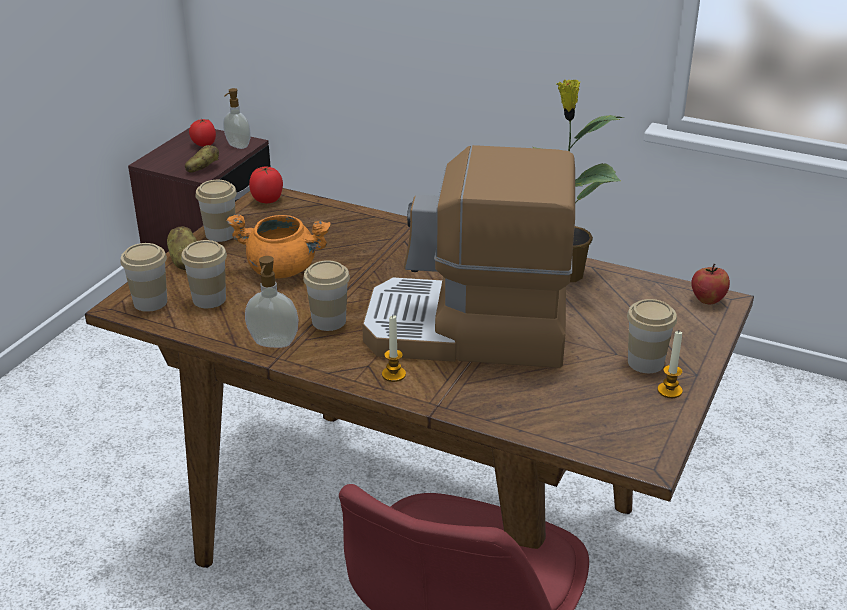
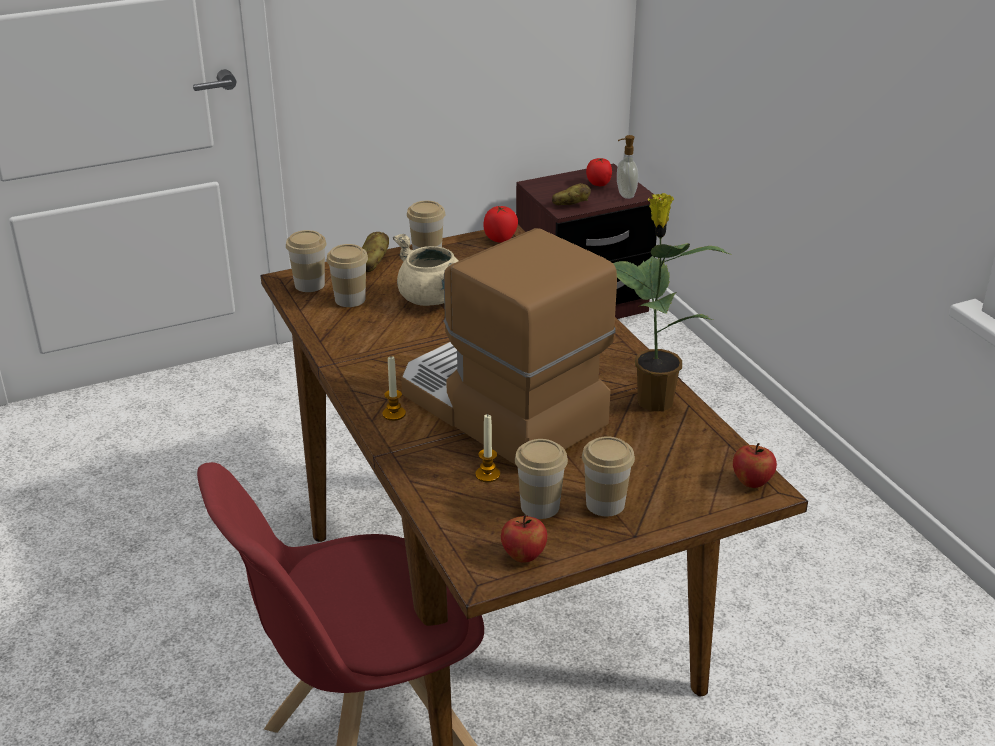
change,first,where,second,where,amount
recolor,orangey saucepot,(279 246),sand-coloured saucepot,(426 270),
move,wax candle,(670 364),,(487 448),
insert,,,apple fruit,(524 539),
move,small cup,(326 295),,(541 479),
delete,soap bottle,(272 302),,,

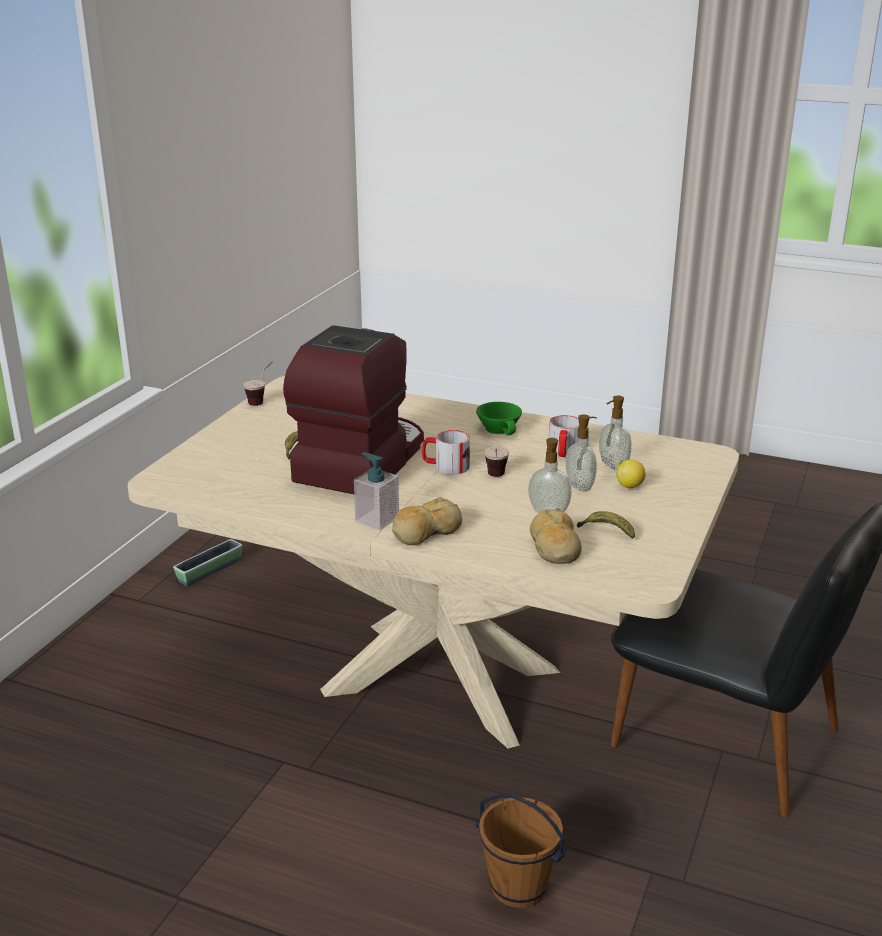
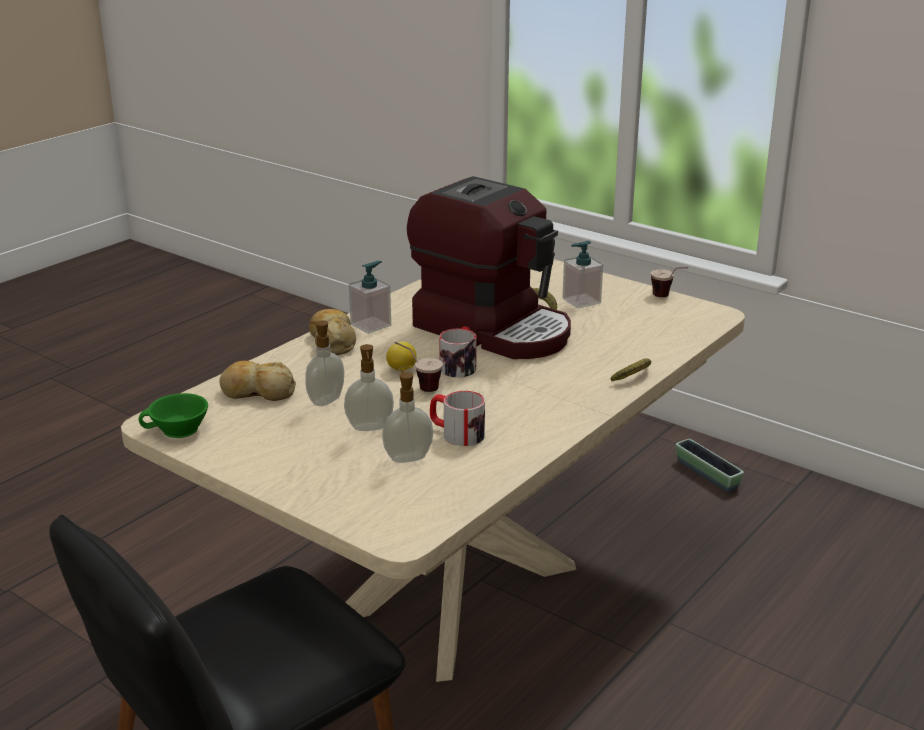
change,first,where,second,where,amount
move,green small cup,(499 419),,(173 415),
move,lemon,(631 474),,(401 356),
insert,,,soap bottle,(582 275),
move,banana fruit,(606 525),,(630 369),
delete,brownish bucket,(521 850),,,

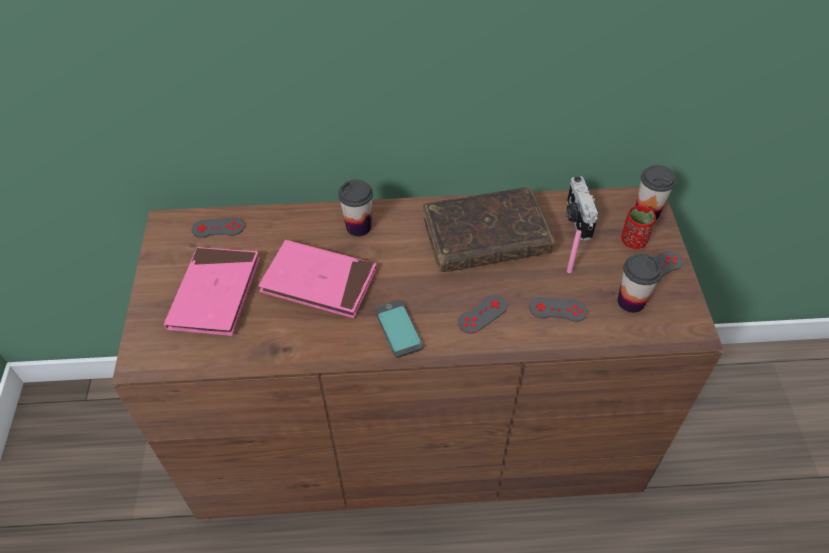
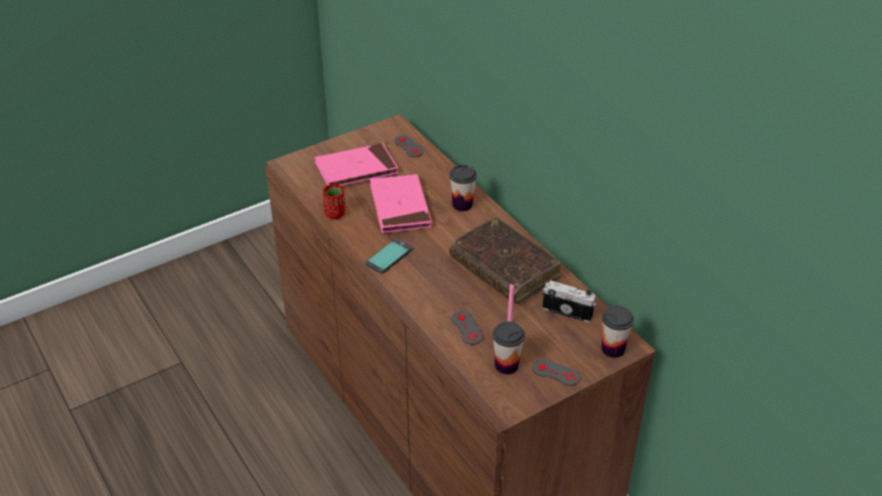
change,first,where,second,where,amount
move,red-coloured small cup,(638 227),,(334 201),
rotate,still camera,(582 208),,(569 301),60 degrees clockwise
delete,grey gamepad,(482 314),,,

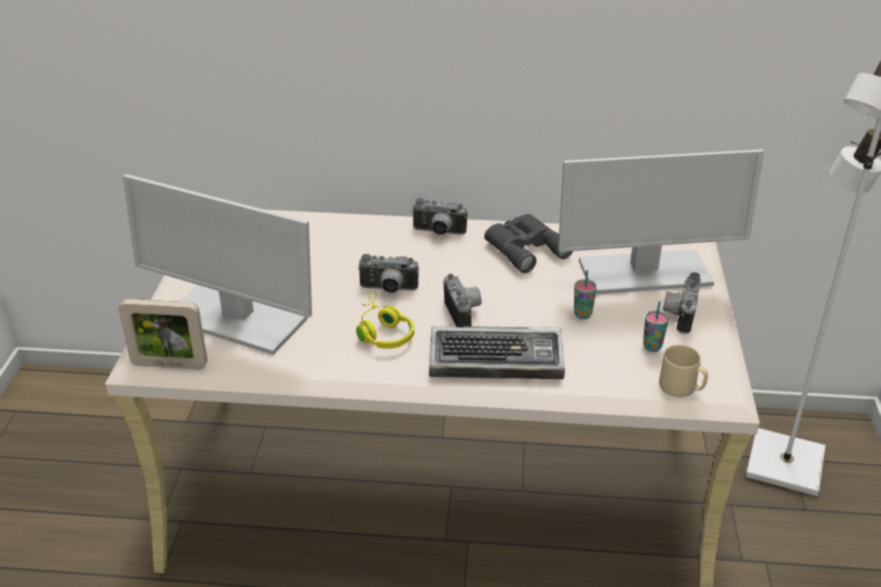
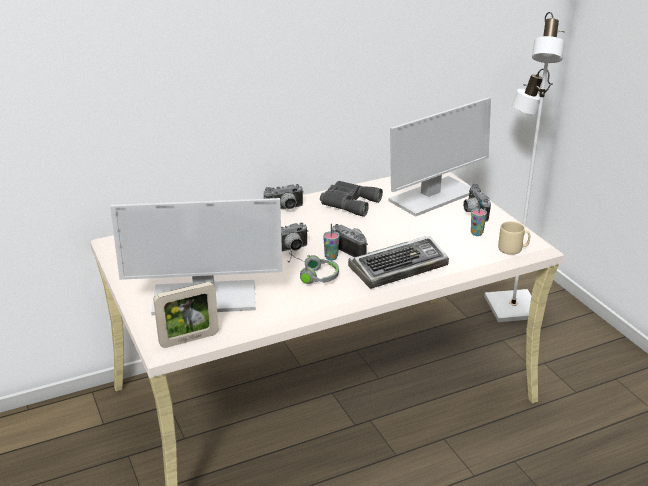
change,first,where,second,where,amount
recolor,yellowish headphones,(385 320),grey headphones,(313 267),
move,small cup,(585 294),,(331 241),

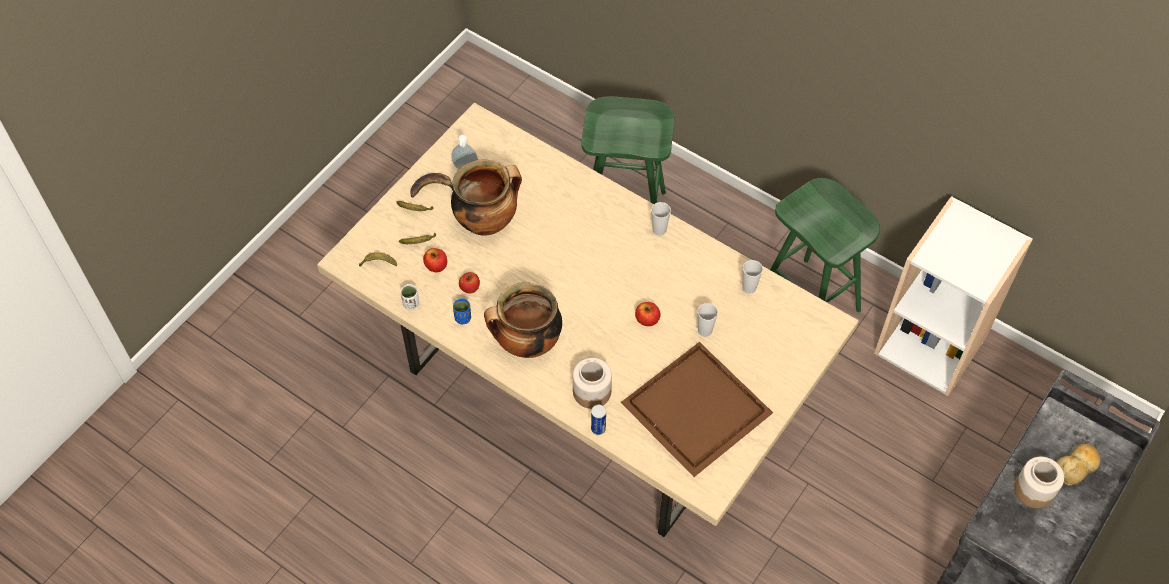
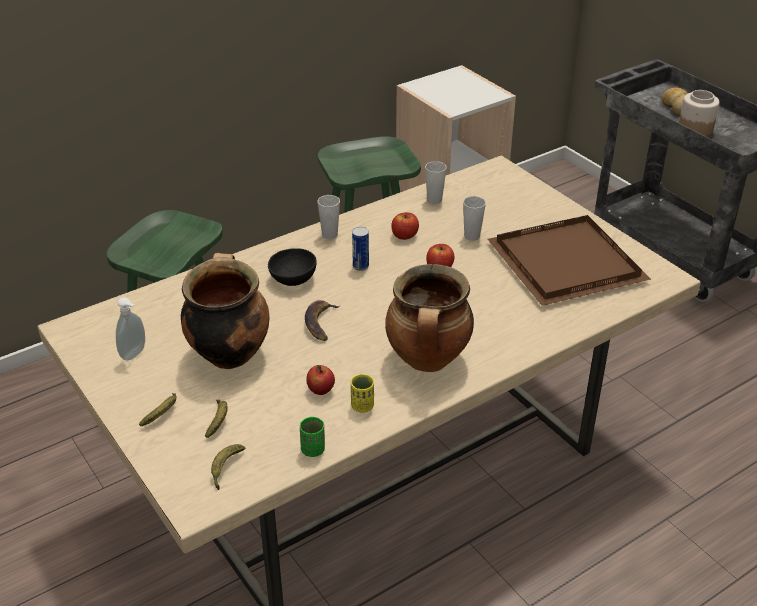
change,first,where,second,where,amount
insert,,,blackish deep dish,(292 267),
recolor,white small cup,(409 297),green small cup,(312 437),
move,banana fruit,(431 185),,(322 320),
recolor,blue small cup,(462 311),yellowish small cup,(362 393),
move,sealed can,(598 420),,(360 249),
move,apple fruit,(435 260),,(405 226),
delete,storage jar,(592 383),,,

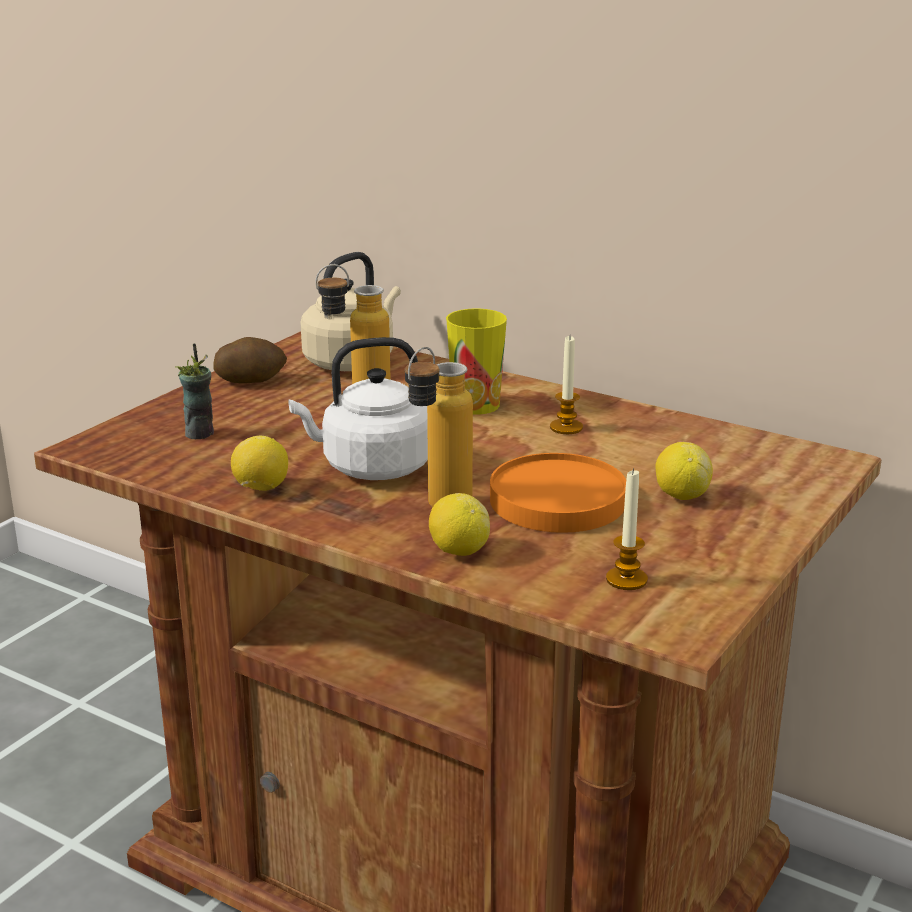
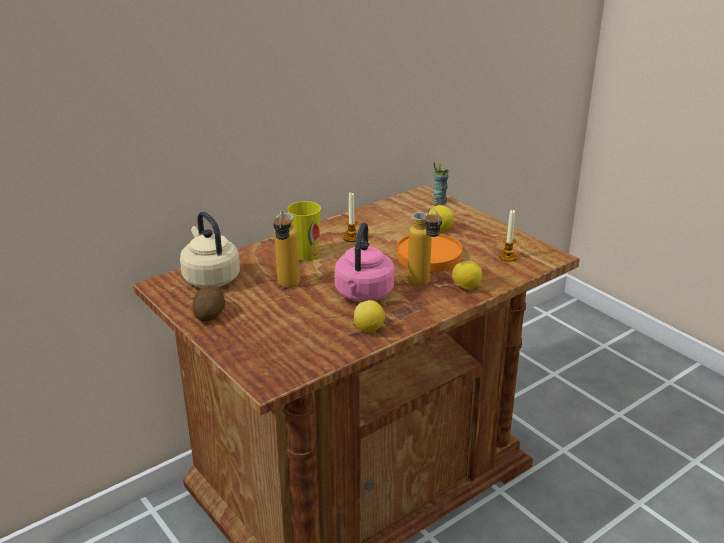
change,first,where,second,where,amount
recolor,white tea kettle,(358 408),pinkish tea kettle,(364 262),
move,small cup,(195 391),,(441 183),

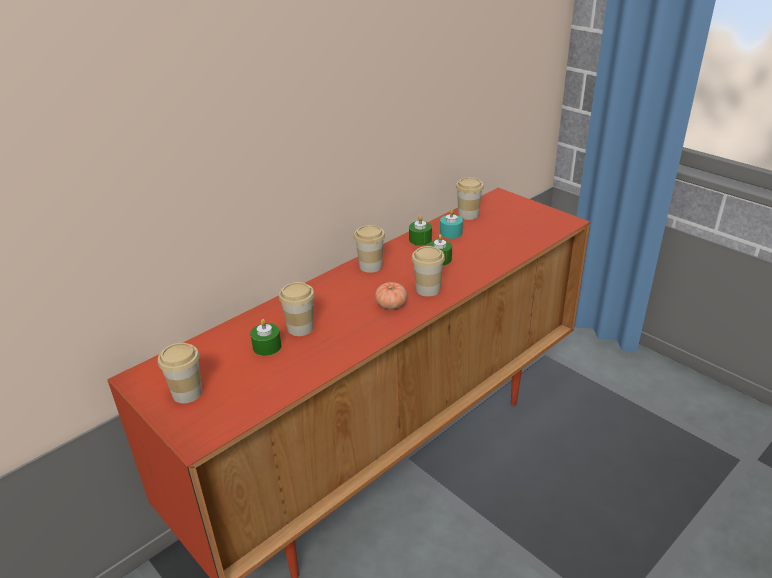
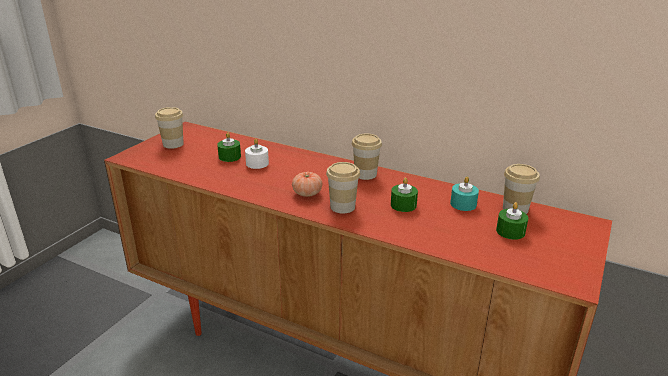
change,first,where,second,where,amount
replace,small cup,(297 309),white wax candle,(257 154),
move,green wax candle,(420 230),,(512 221),

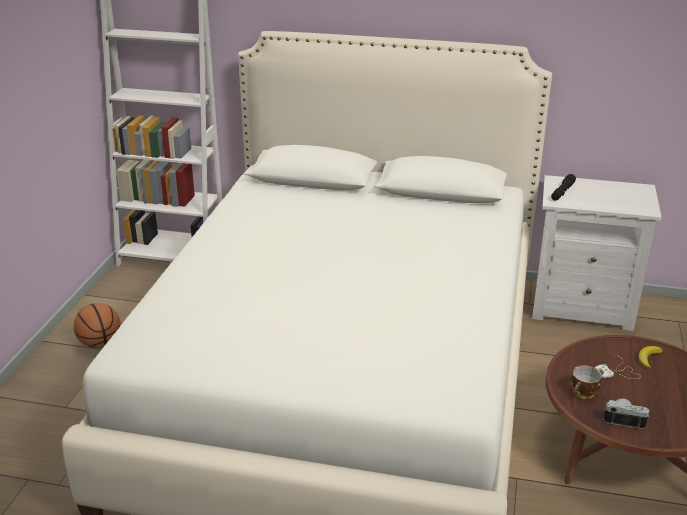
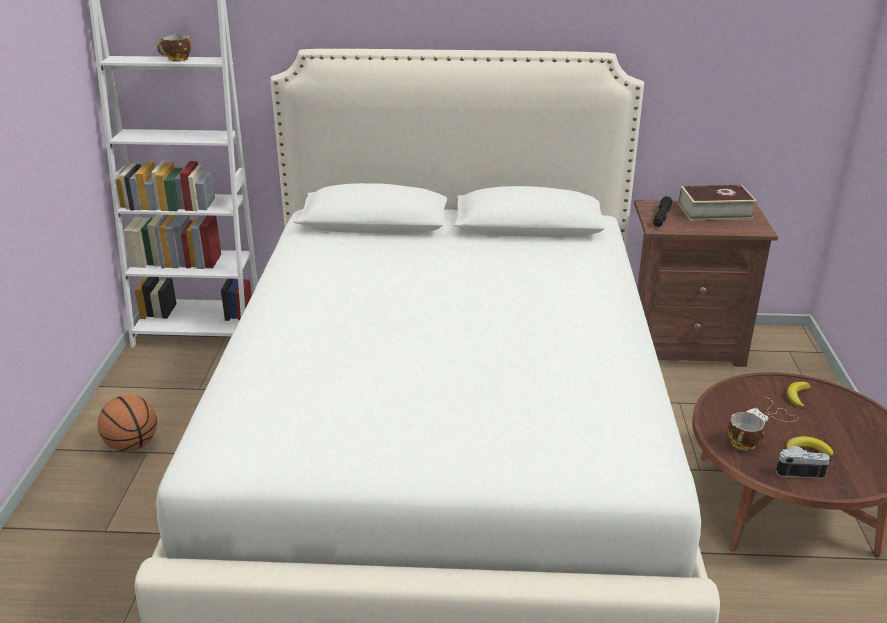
change,first,where,second,where,amount
insert,,,small cup,(174 48),
recolor,white night table,(597 253),brownish night table,(706 283),
insert,,,book,(717 203),
insert,,,banana fruit,(810 447),

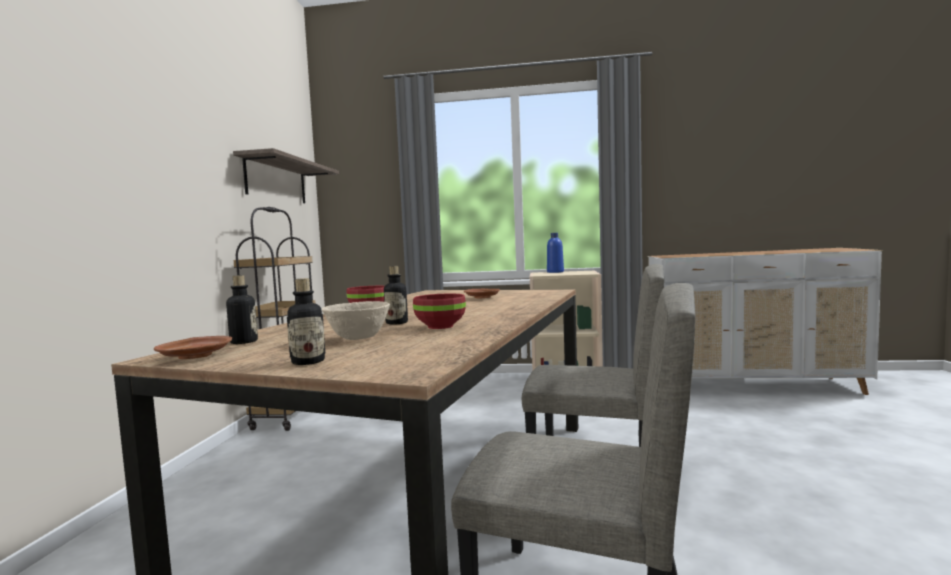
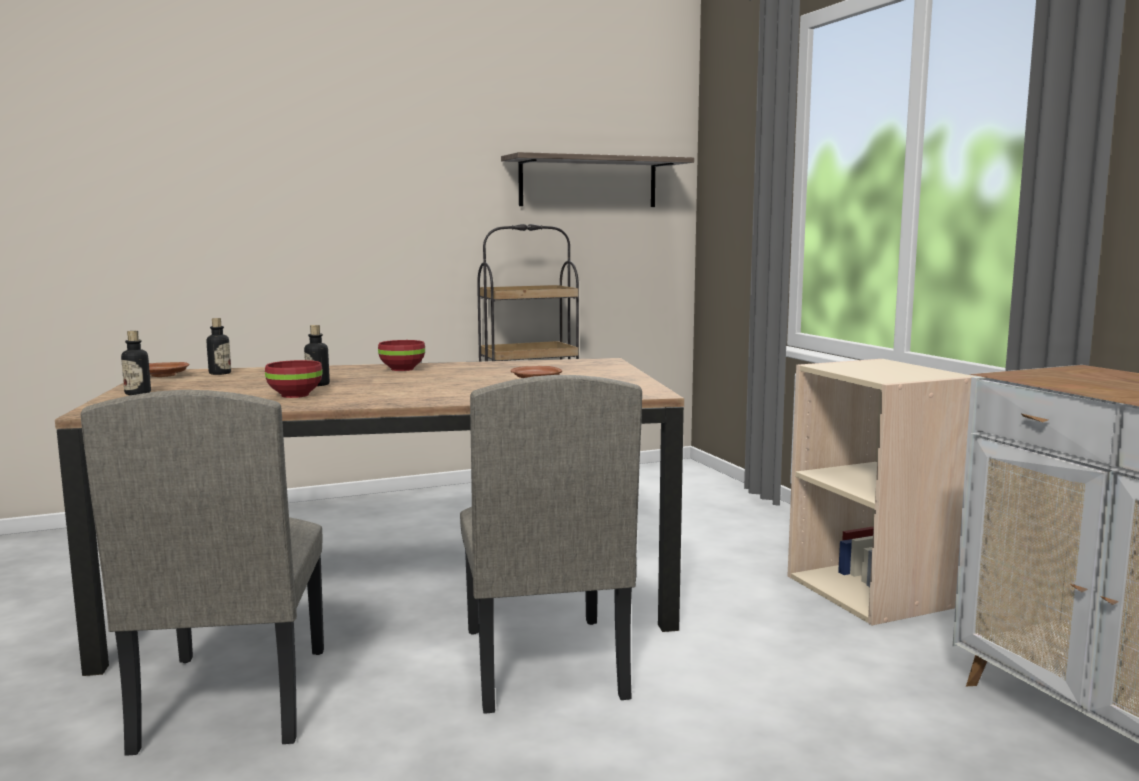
change,first,where,second,where,amount
delete,sand-coloured deep dish,(356 320),,,
delete,blue drink bottle,(555 253),,,

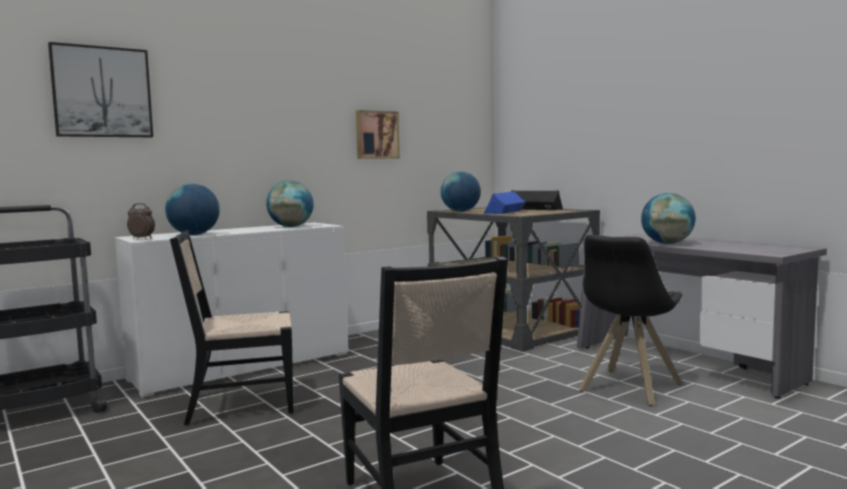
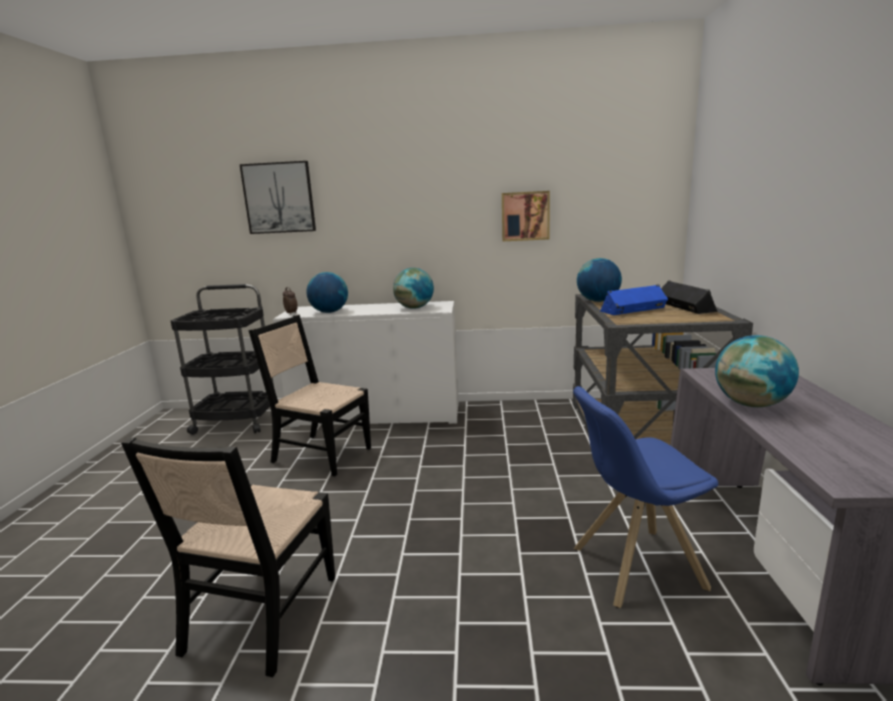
change,first,where,second,where,amount
recolor,blackish plain chair,(631 320),blue plain chair,(645 497),

